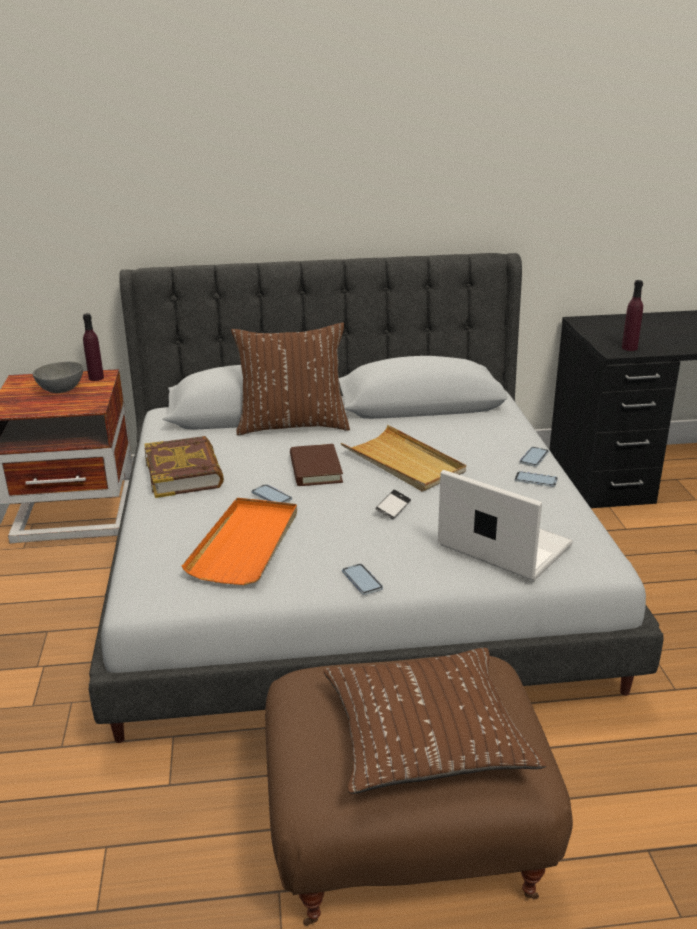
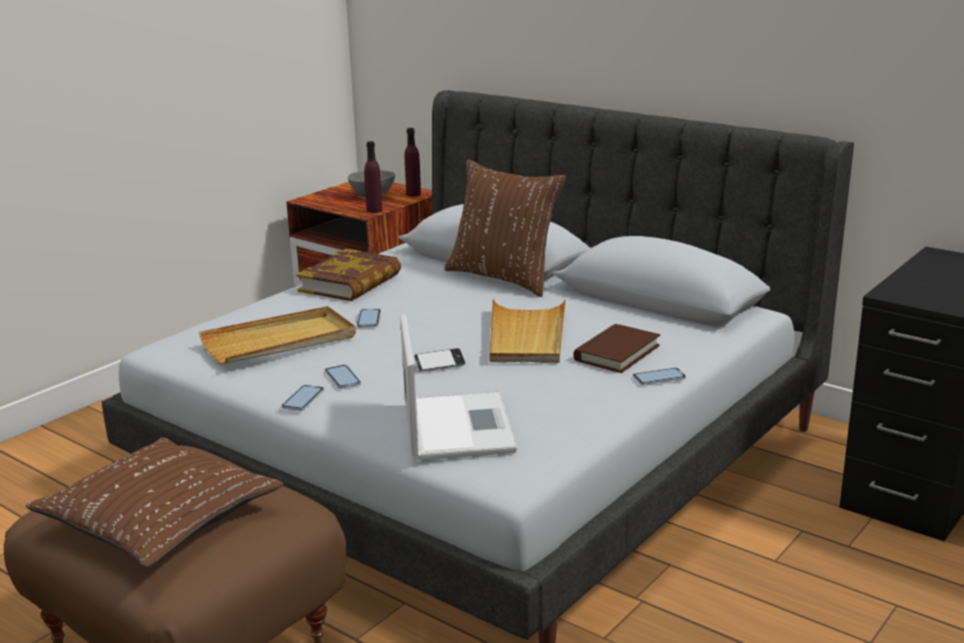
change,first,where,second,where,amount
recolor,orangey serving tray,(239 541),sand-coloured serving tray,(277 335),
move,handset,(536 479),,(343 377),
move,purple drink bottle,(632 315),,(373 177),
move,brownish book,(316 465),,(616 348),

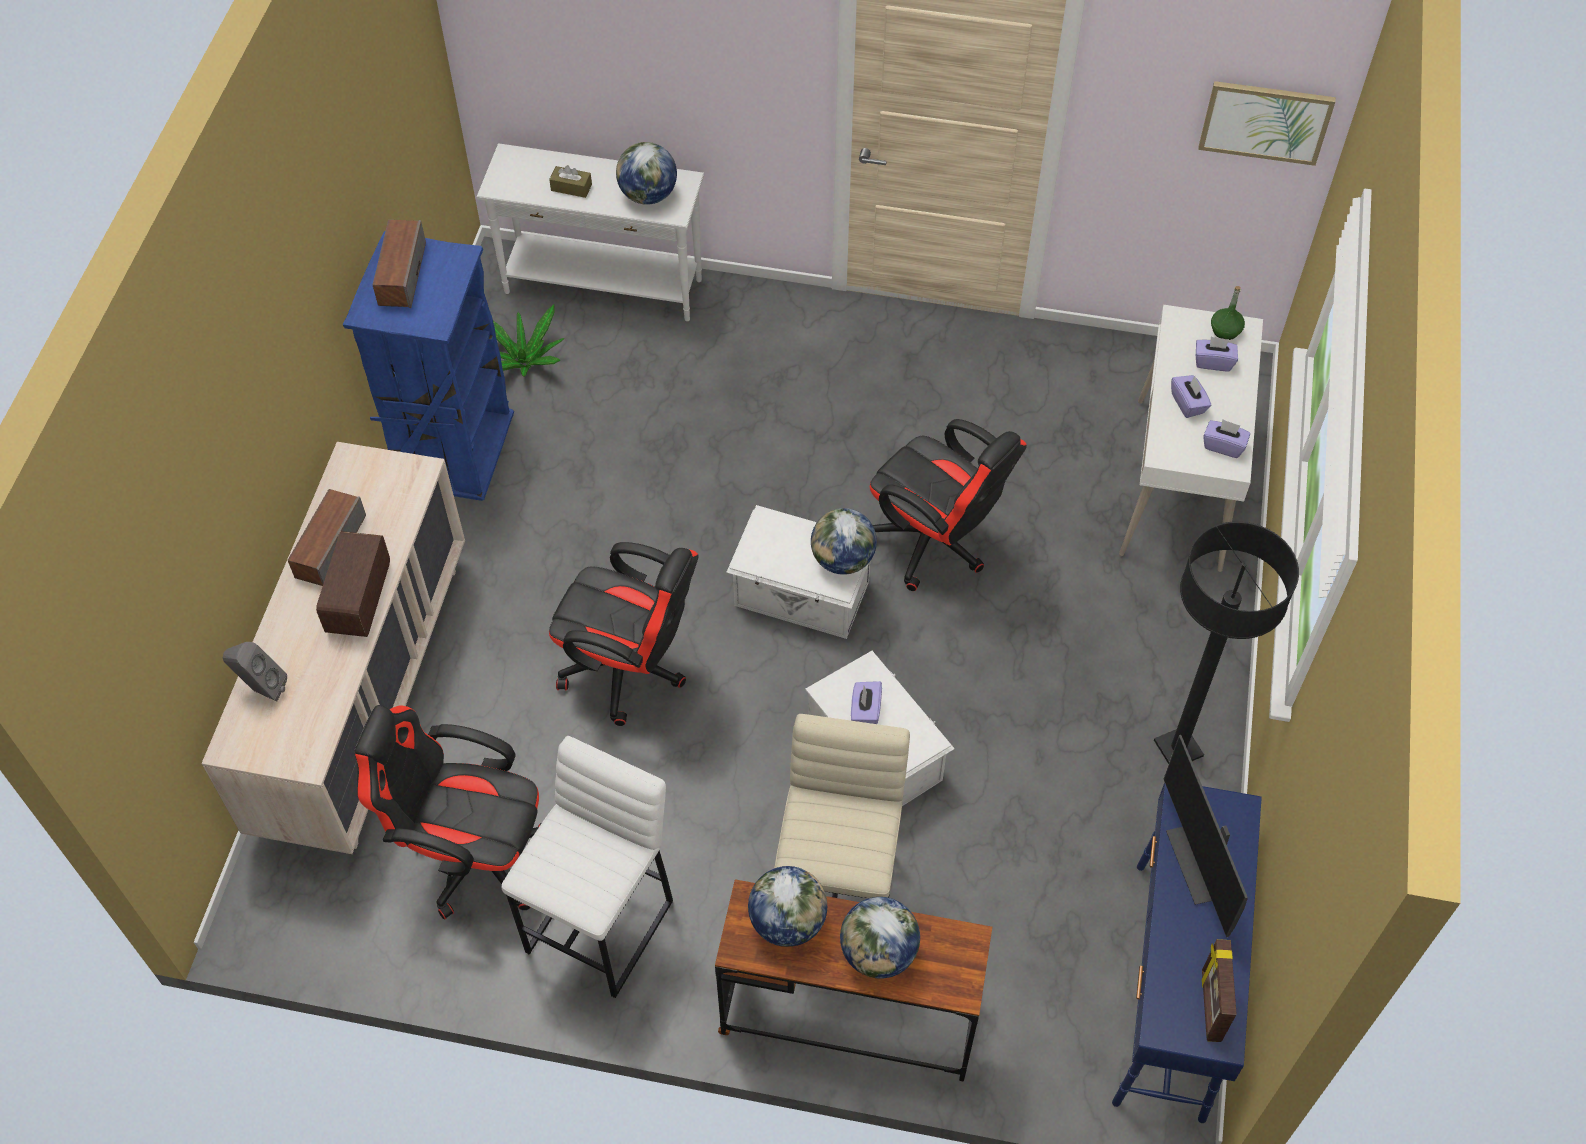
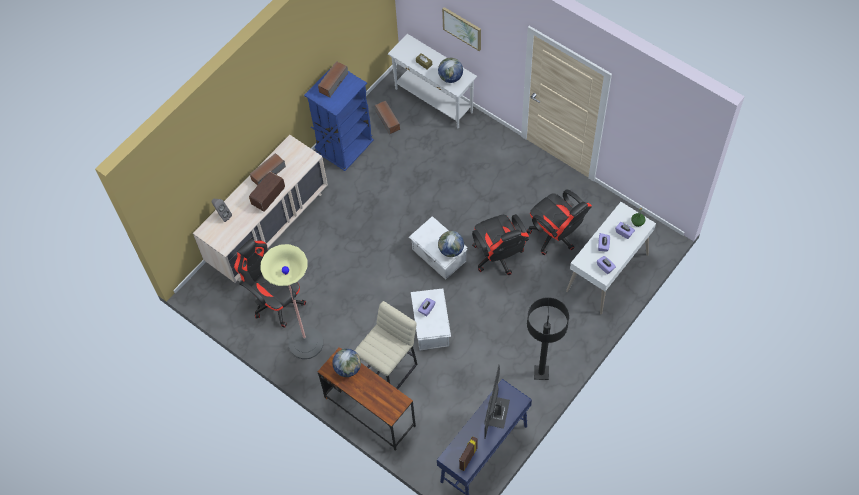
change,first,where,second,where,amount
replace,white stool,(587 867),standing lamp,(291 301),
replace,houseplant,(528 340),speaker,(387 117),
move,wall picture,(1267 123),,(461 29),
move,blackish computer chair,(624 634),,(559 222),
delete,world globe,(880 938),,,

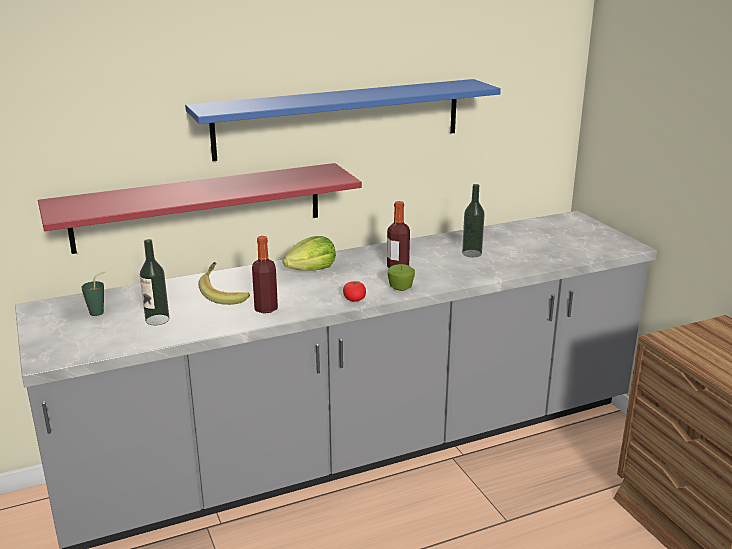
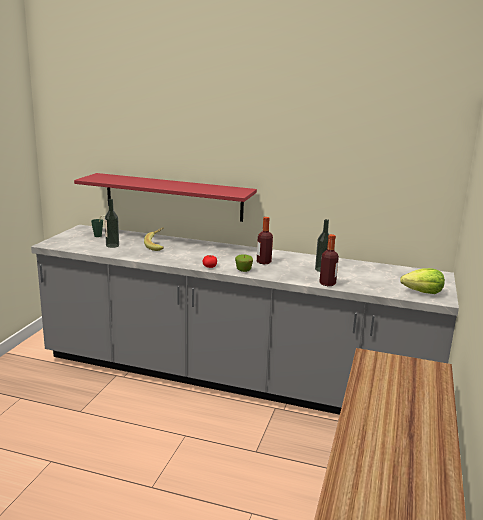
change,first,where,second,where,amount
move,drink bottle,(265 274),,(329 260),
move,lettuce head,(309 253),,(422 281),
delete,blue wall shelf,(343 120),,,

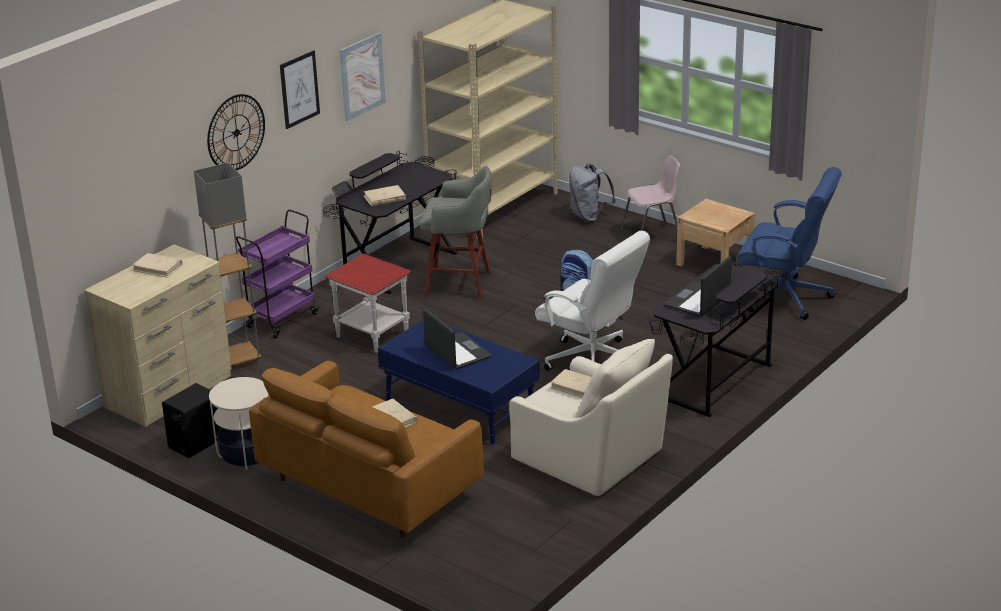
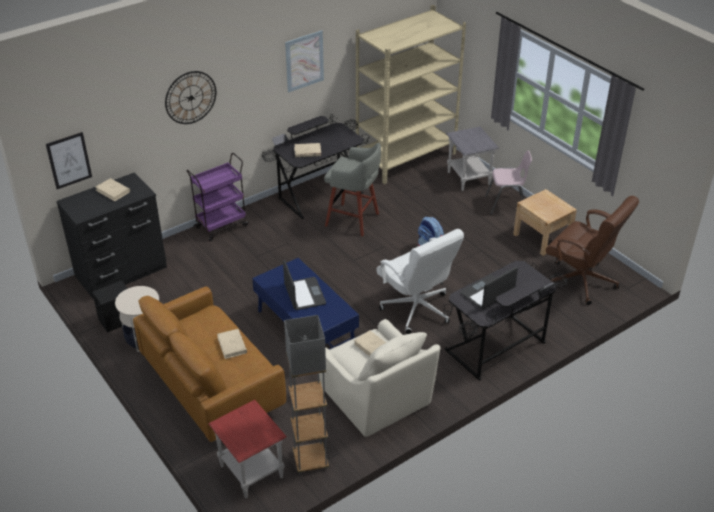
change,first,where,second,where,amount
move,wall picture,(300 89),,(69 160),
recolor,sand-coloured drawer chest,(157 335),blackish drawer chest,(112 235),
move,red-coloured side table,(368 303),,(247 449),
move,grey standing lamp,(228 267),,(306 394),
replace,grey backpack,(592 193),grey side table,(472 159),
recolor,blue computer chair,(789 243),brownish computer chair,(592 250),

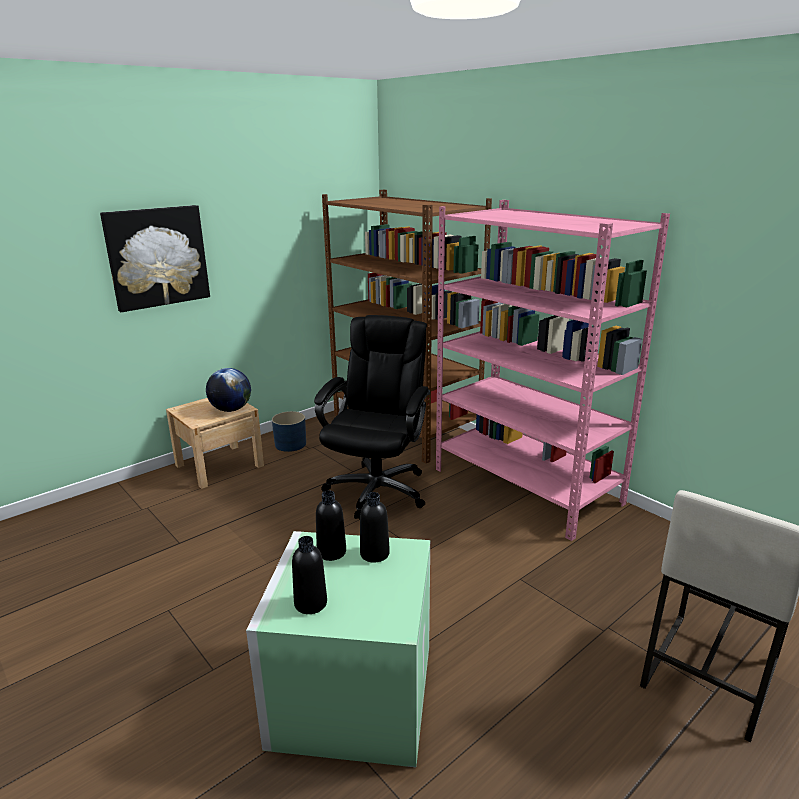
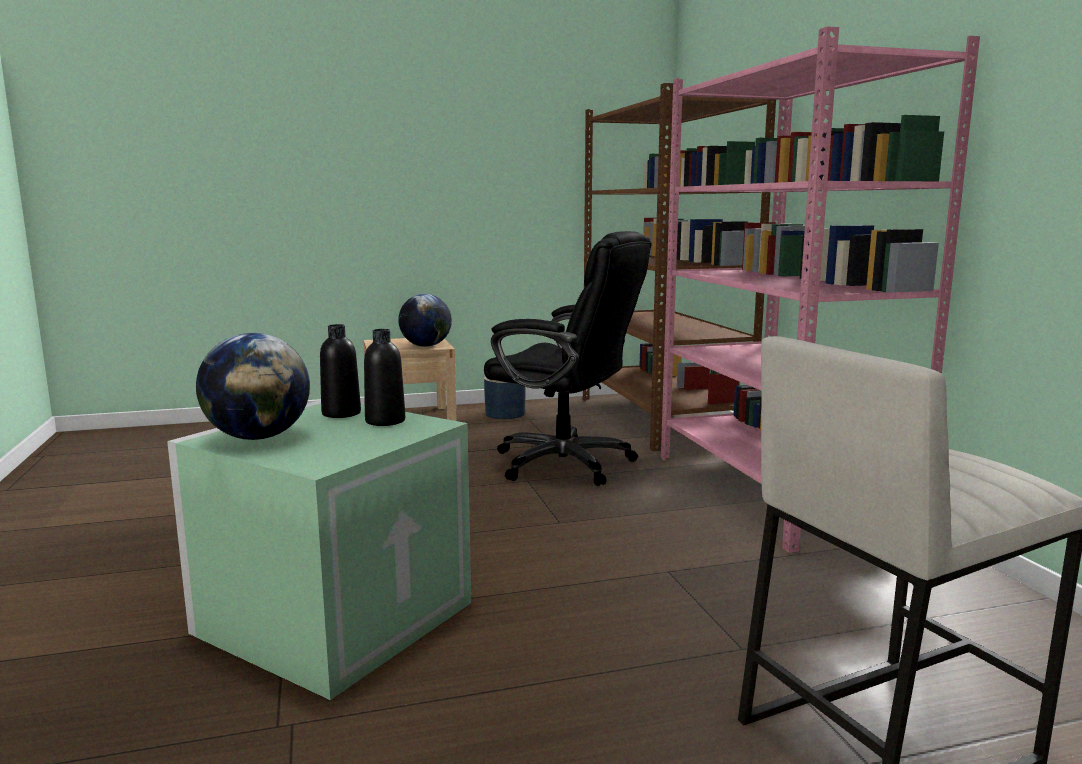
change,first,where,second,where,amount
replace,blackish drink bottle,(309 575),world globe,(253 386),
rotate,blackish computer chair,(372 417),,(568 358),75 degrees clockwise
delete,wall picture,(155 258),,,

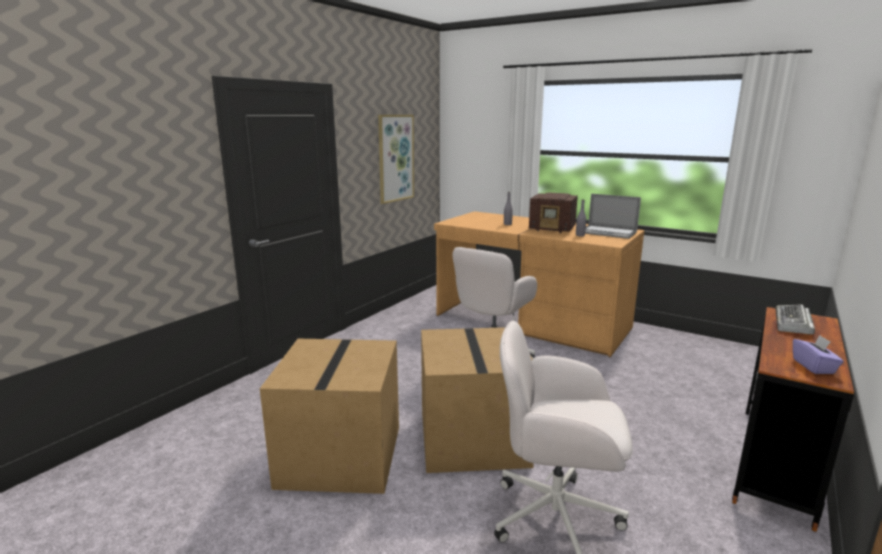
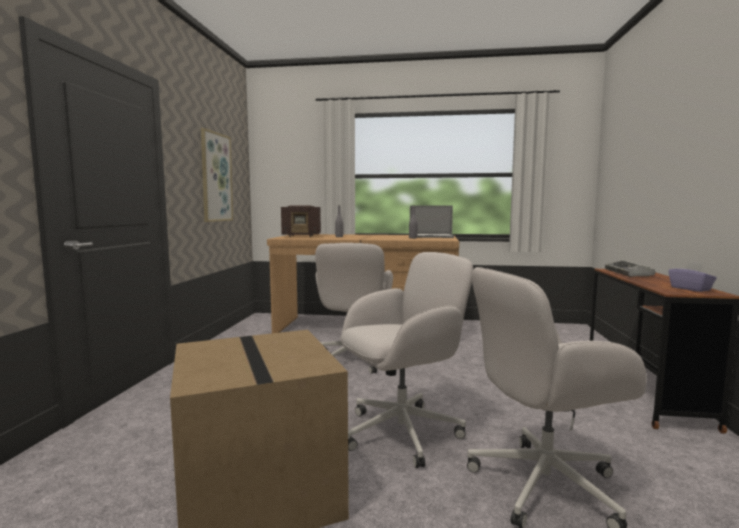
change,first,where,second,where,amount
move,radio receiver,(553 213),,(301 221),
replace,packing box,(477 400),white computer chair,(406 360),

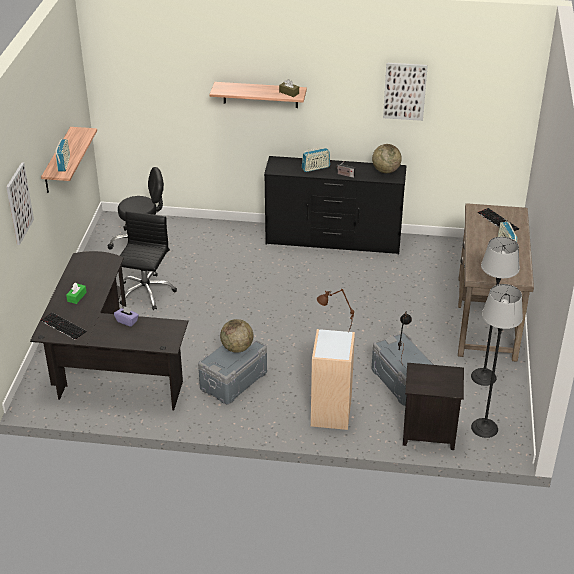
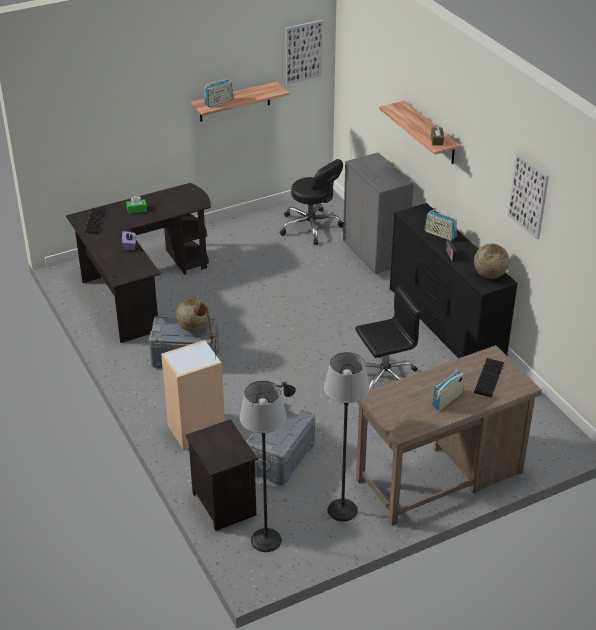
change,first,where,second,where,amount
move,wall picture,(20 204),,(304 52),
insert,,,grey cabinet,(378 213),
move,blackish computer chair,(148 260),,(388 337),

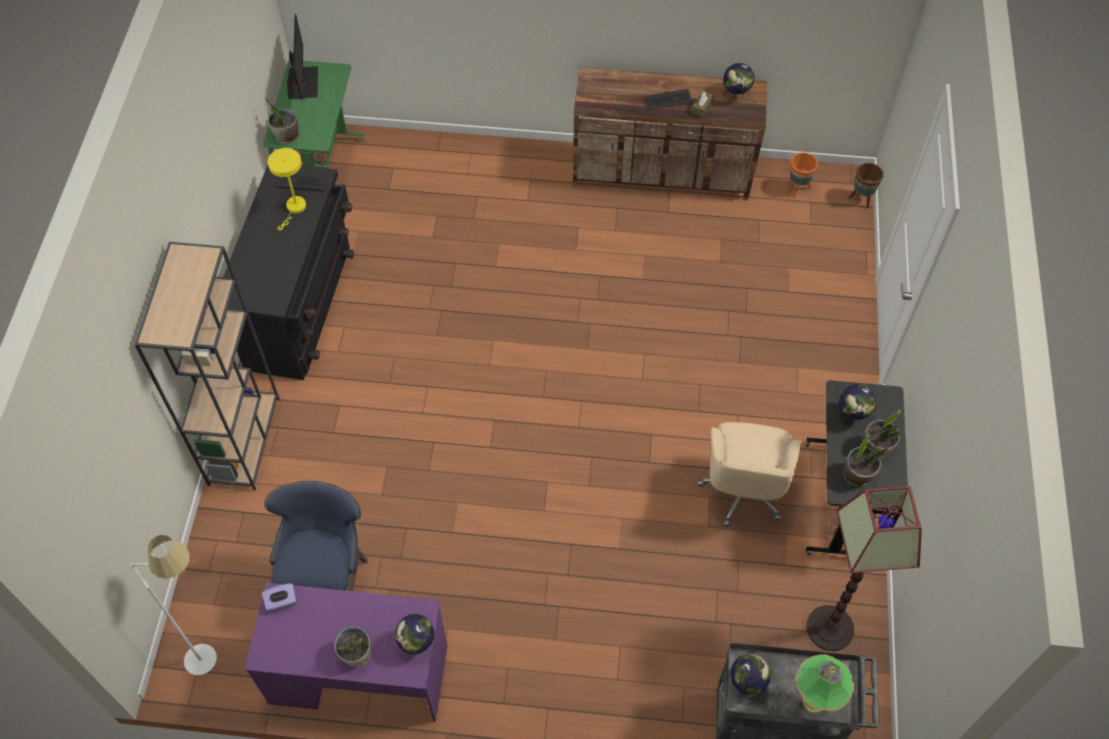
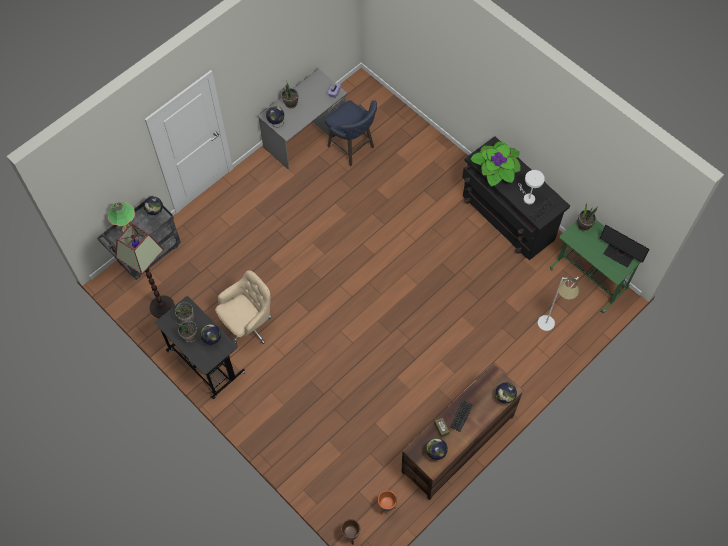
change,first,where,second,where,amount
rotate,sand-coloured computer chair,(748 474),,(243 307),90 degrees clockwise
recolor,purple desk table,(346 652),grey desk table,(302 119),
insert,,,houseplant,(495 164),
insert,,,world globe,(506 393),
recolor,yellowish lamp for a table,(287 189),white lamp for a table,(531 187),
move,white standing lamp,(174 605),,(558 304),
delete,shelving unit,(206 366),,,

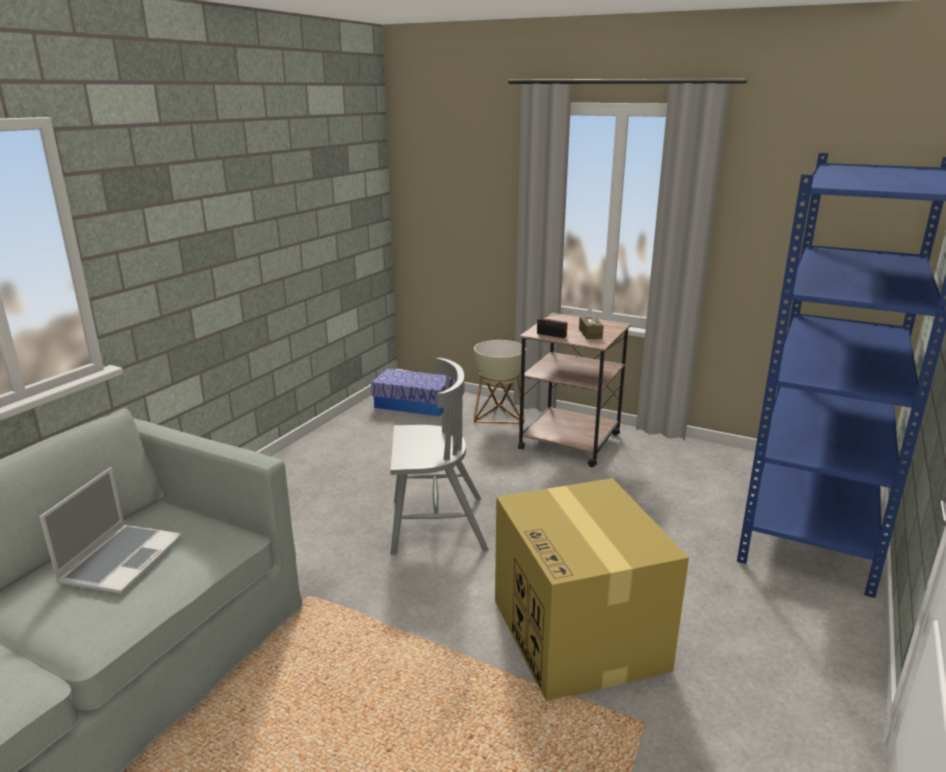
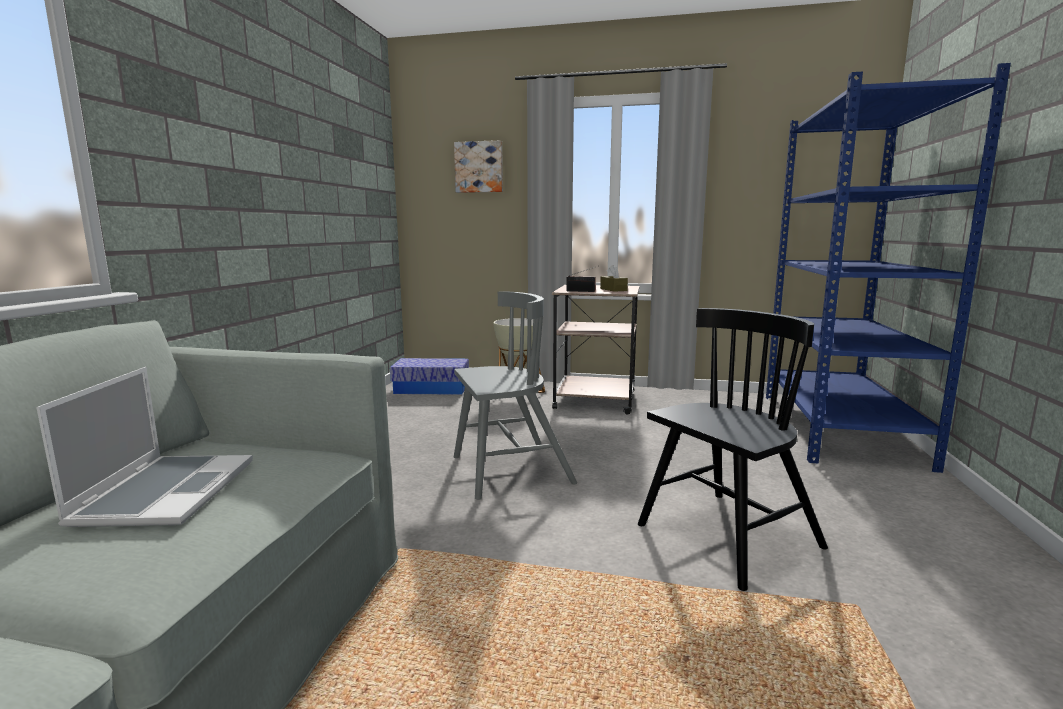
change,first,where,second,where,amount
insert,,,wall picture,(478 166),
replace,packing box,(592 589),blackish plain chair,(733 449),

